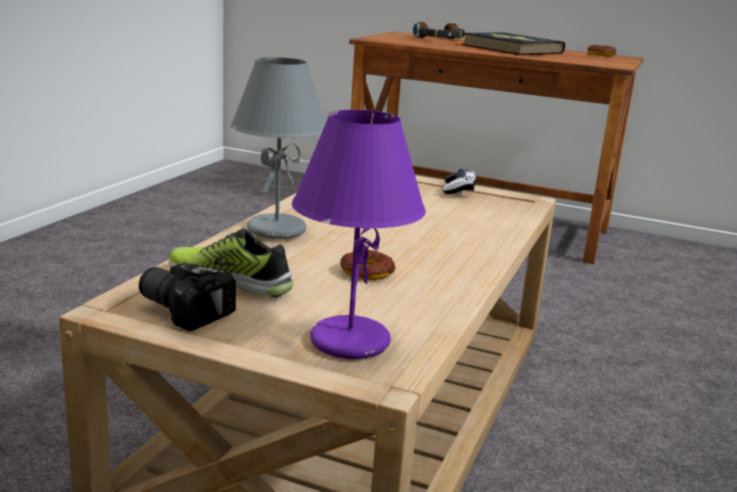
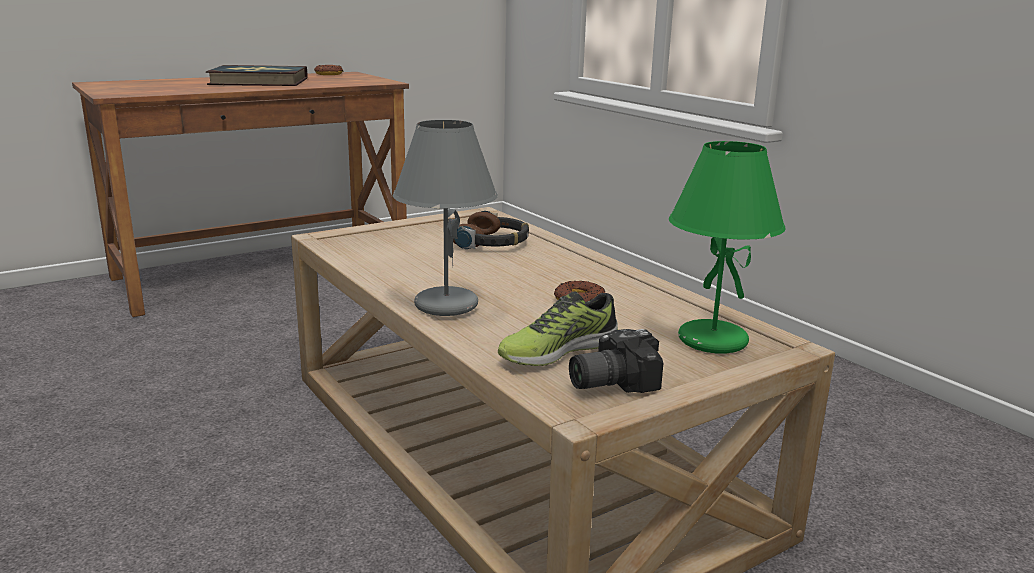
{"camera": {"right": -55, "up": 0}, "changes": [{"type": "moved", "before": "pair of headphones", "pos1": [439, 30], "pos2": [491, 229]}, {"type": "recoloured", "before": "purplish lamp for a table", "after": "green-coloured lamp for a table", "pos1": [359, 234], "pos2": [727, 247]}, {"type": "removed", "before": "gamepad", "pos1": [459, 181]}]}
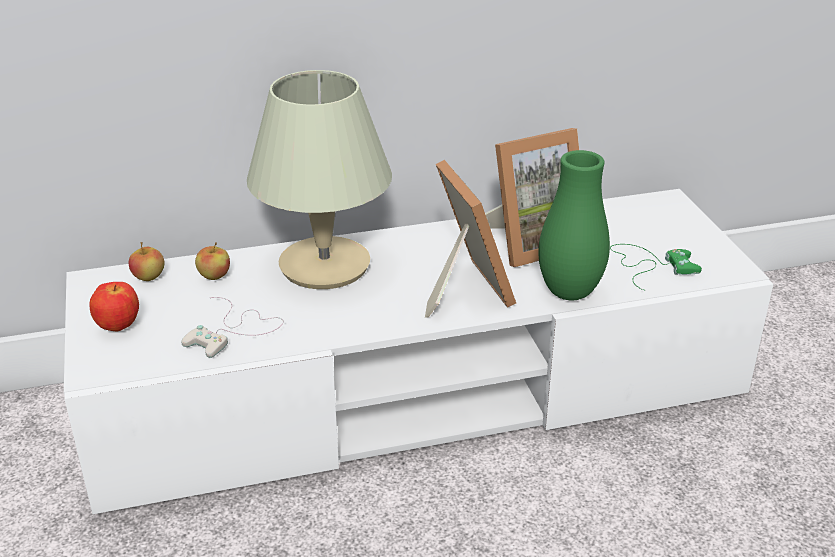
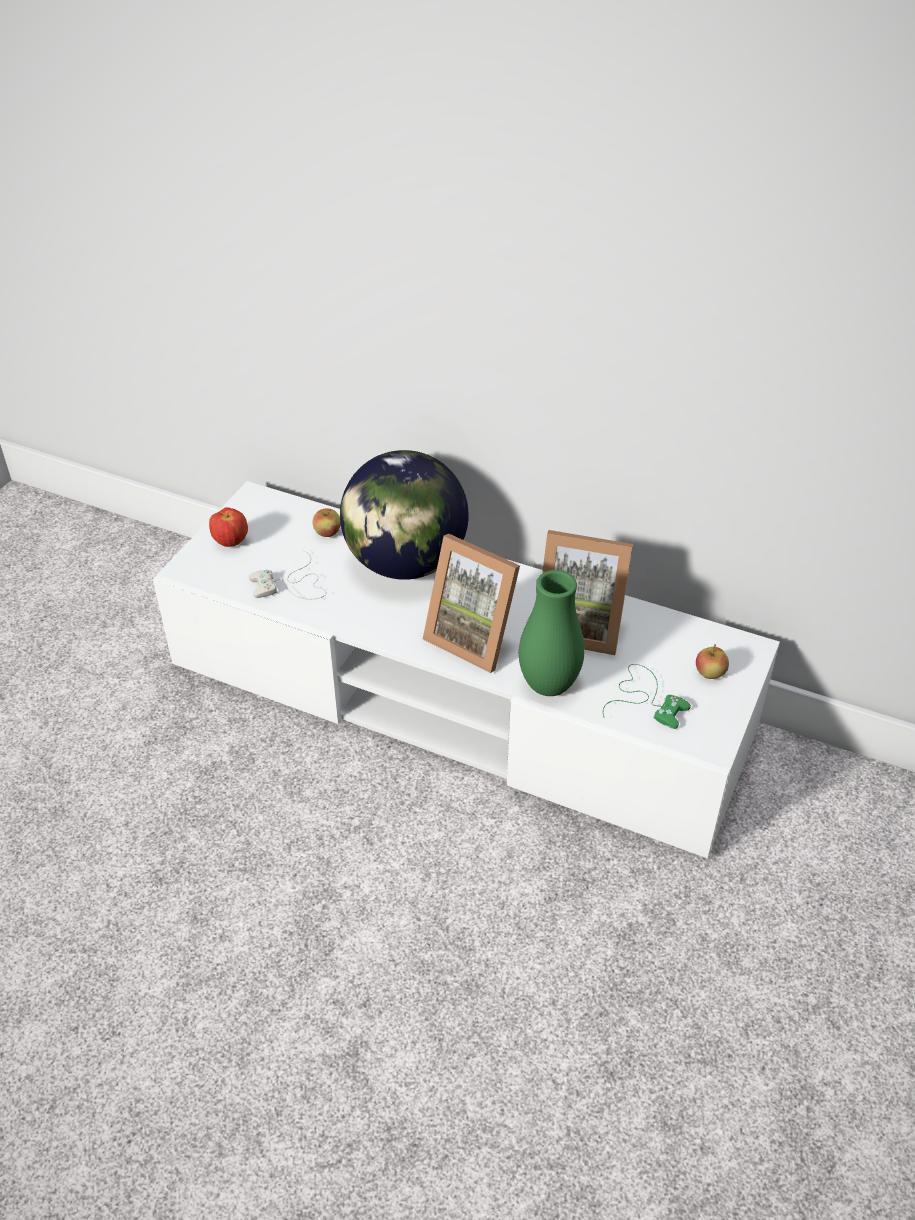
{"camera": {"right": 40, "up": 10}, "changes": [{"type": "replaced", "before": "sand-coloured lamp for a table", "after": "globe", "pos1": [319, 179], "pos2": [404, 515]}, {"type": "turned", "before": "photo frame", "pos1": [470, 238], "pos2": [471, 603], "turn": 105}, {"type": "moved", "before": "apple fruit", "pos1": [147, 261], "pos2": [712, 661]}]}
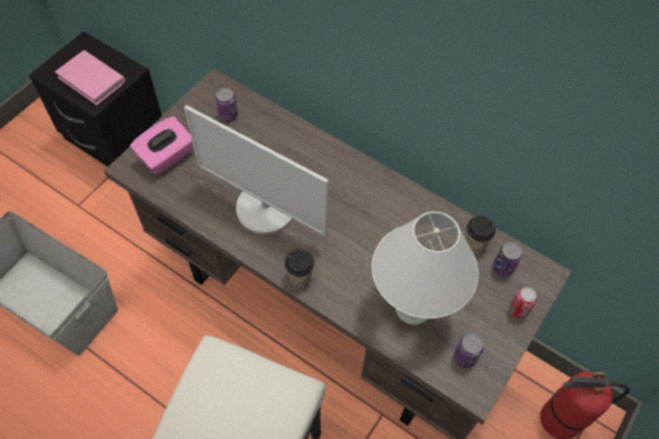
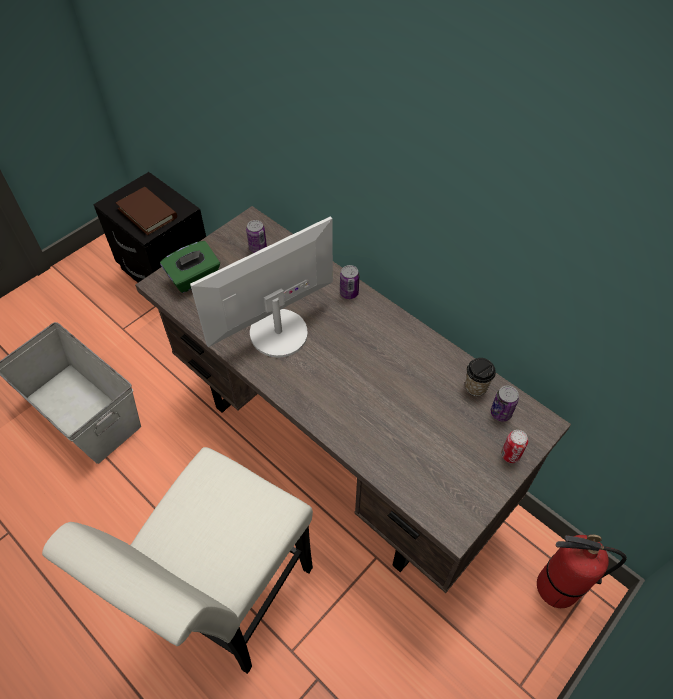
{"camera": {"right": 10, "up": -5}, "changes": [{"type": "recoloured", "before": "pink bound book", "after": "brownish bound book", "pos1": [90, 77], "pos2": [146, 211]}, {"type": "turned", "before": "monitor", "pos1": [256, 170], "pos2": [261, 287], "turn": 105}, {"type": "recoloured", "before": "pink box of tissues", "after": "green-coloured box of tissues", "pos1": [161, 145], "pos2": [190, 267]}, {"type": "removed", "before": "whitish lamp for a table", "pos1": [425, 268]}, {"type": "removed", "before": "drinking cup", "pos1": [300, 268]}, {"type": "moved", "before": "sealed can", "pos1": [468, 351], "pos2": [349, 282]}]}
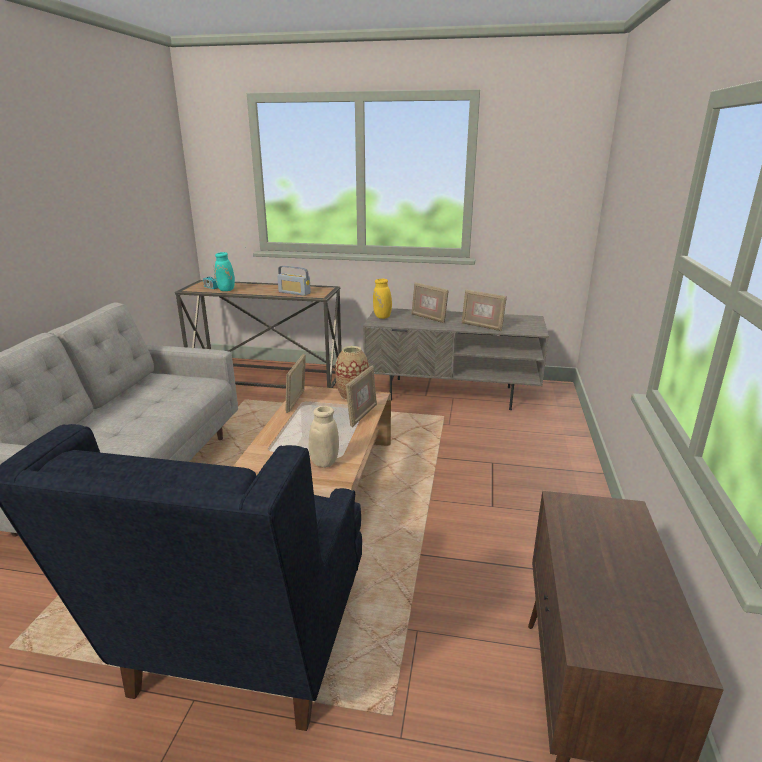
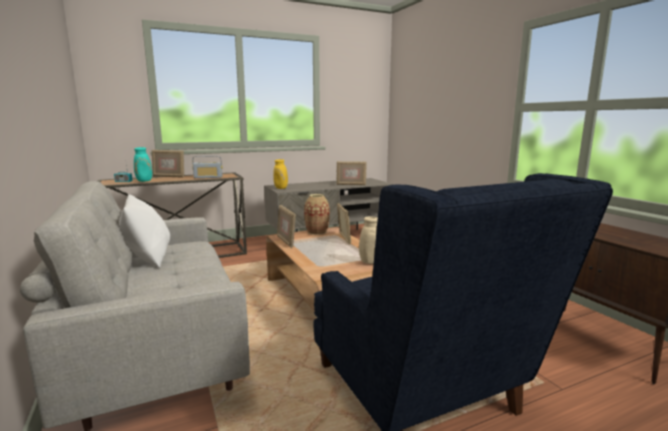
{"camera": {"right": -35, "up": -10}, "changes": [{"type": "moved", "before": "photo frame", "pos1": [430, 302], "pos2": [168, 164]}, {"type": "added", "after": "whitish throw pillow", "pos2": [144, 230]}]}
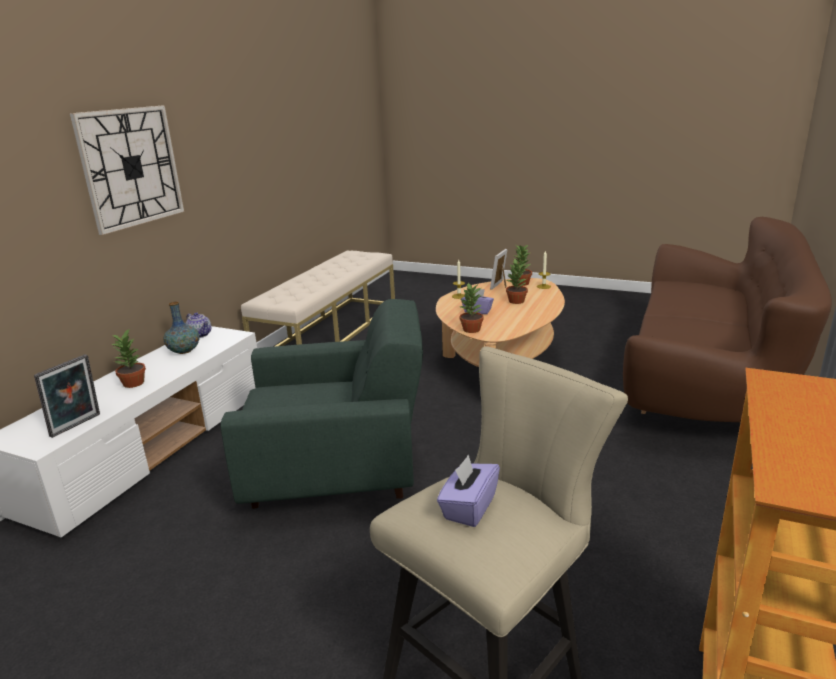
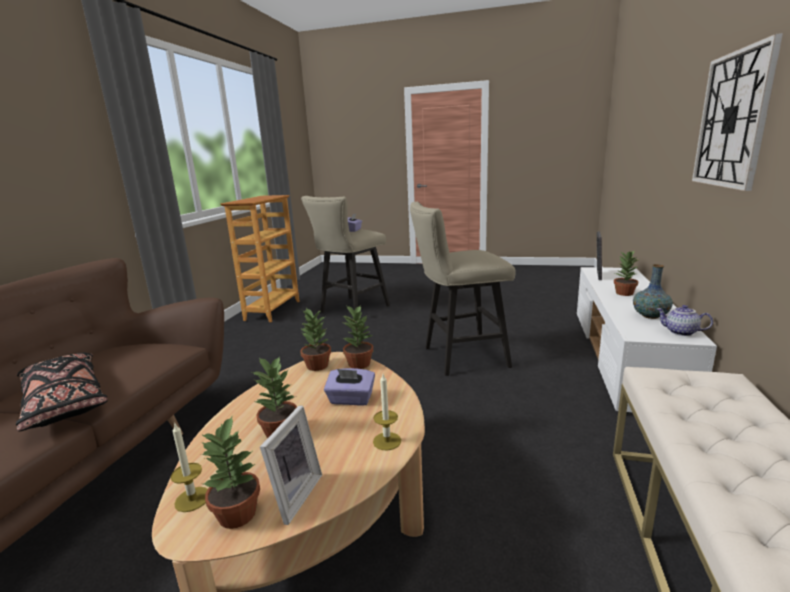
{"camera": {"right": 170, "up": -5}, "changes": [{"type": "replaced", "before": "green-coloured easy chair", "after": "sand-coloured stool seat", "pos1": [321, 404], "pos2": [463, 289]}, {"type": "added", "after": "potted plant", "pos2": [315, 339]}, {"type": "added", "after": "black-coloured throw pillow", "pos2": [62, 392]}]}
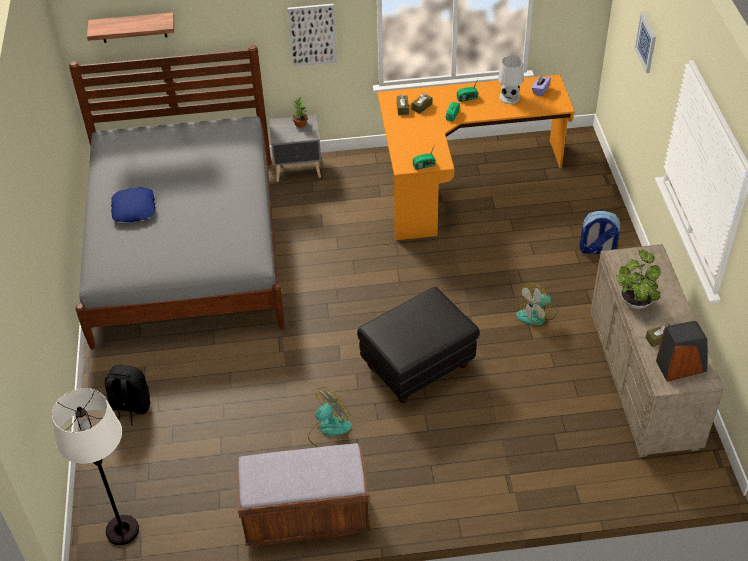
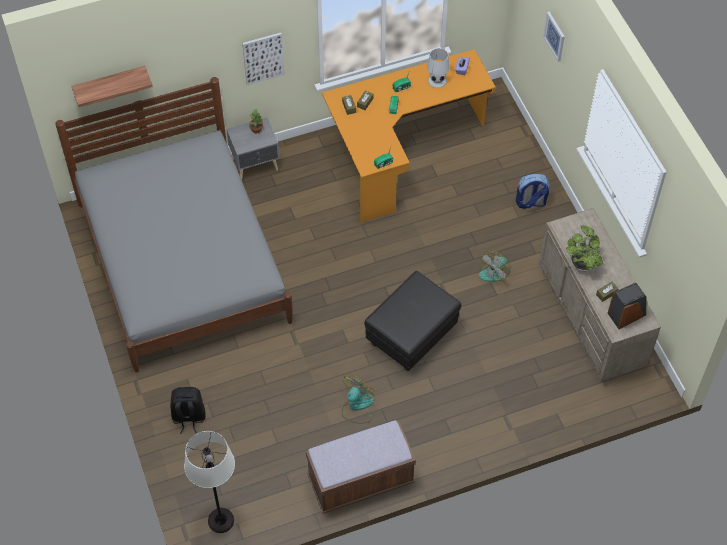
{"camera": {"right": -15, "up": 10}, "changes": [{"type": "removed", "before": "blue-coloured throw pillow", "pos1": [133, 205]}]}
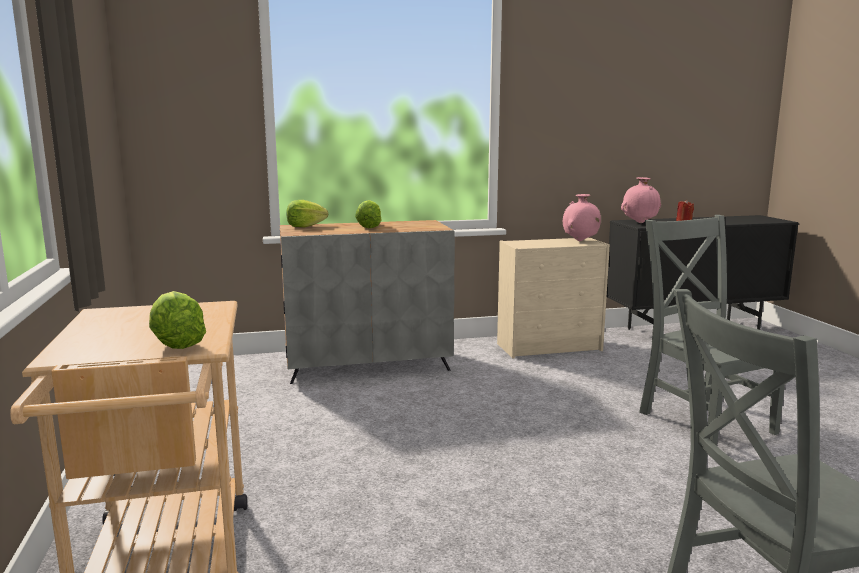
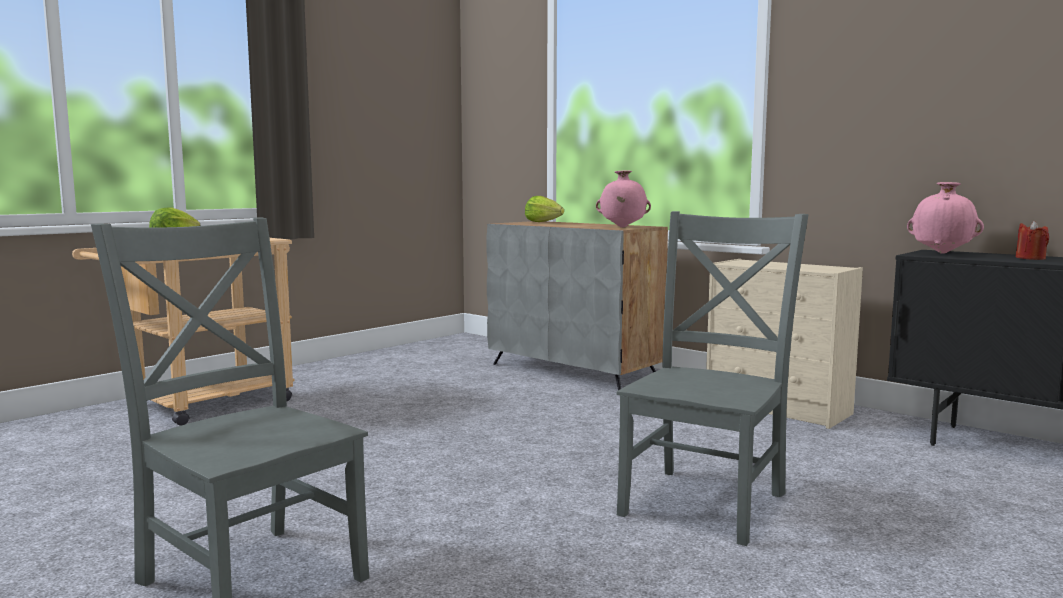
{"camera": {"right": 55, "up": -5}, "changes": [{"type": "moved", "before": "pink flower vase", "pos1": [582, 217], "pos2": [623, 199]}, {"type": "removed", "before": "head of lettuce", "pos1": [368, 214]}]}
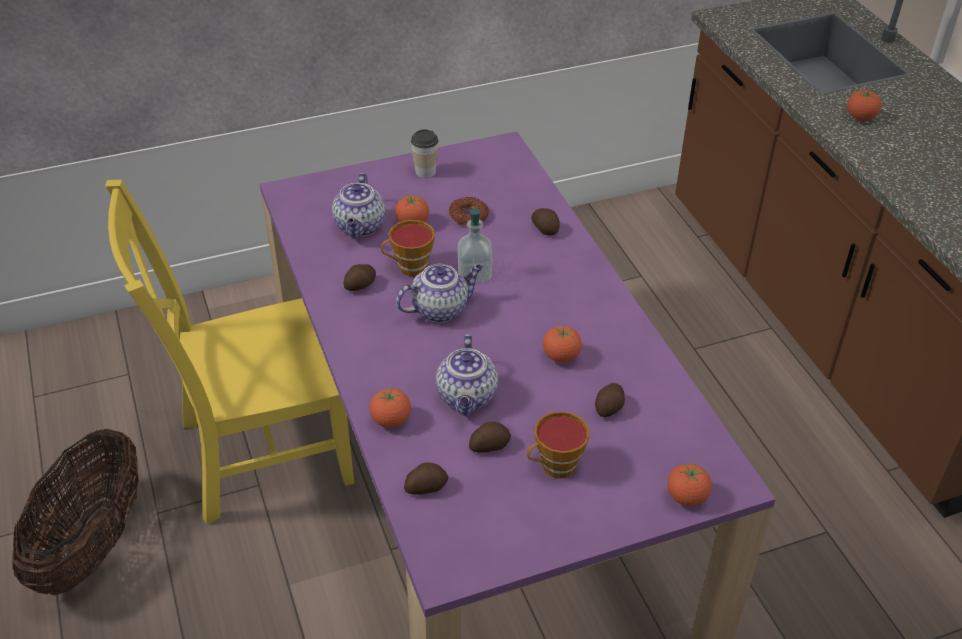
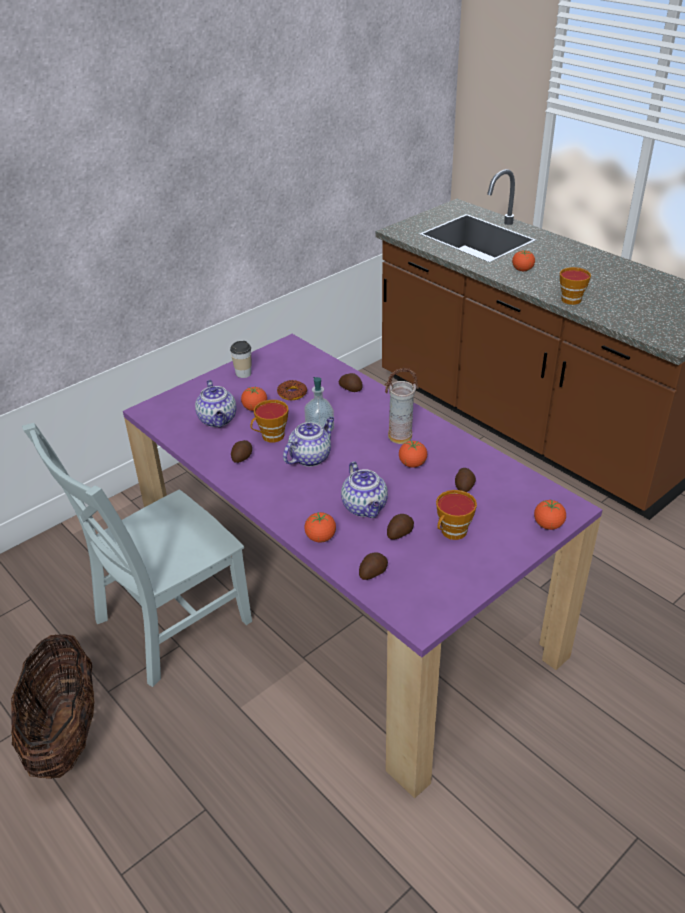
{"camera": {"right": -20, "up": -5}, "changes": [{"type": "recoloured", "before": "yellow plain chair", "after": "gray plain chair", "pos1": [229, 352], "pos2": [137, 555]}, {"type": "added", "after": "drinking cup", "pos2": [575, 286]}, {"type": "added", "after": "flower vase", "pos2": [402, 406]}]}
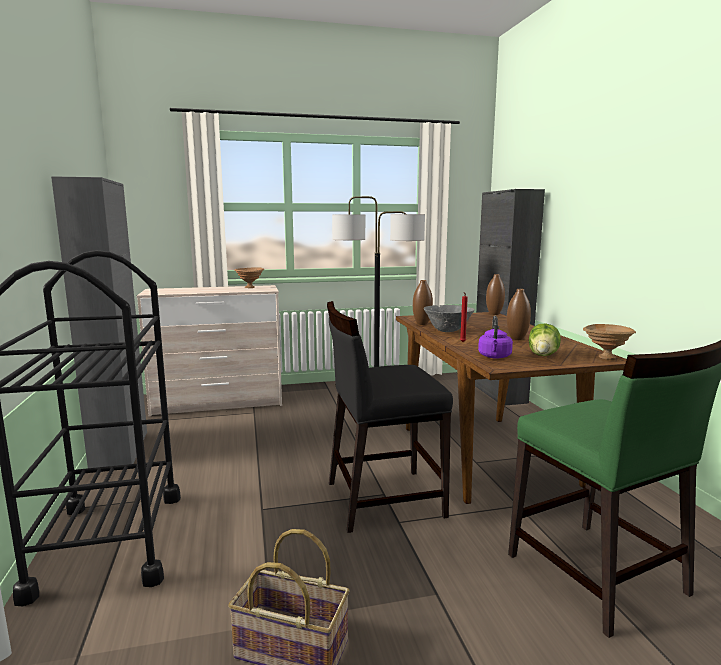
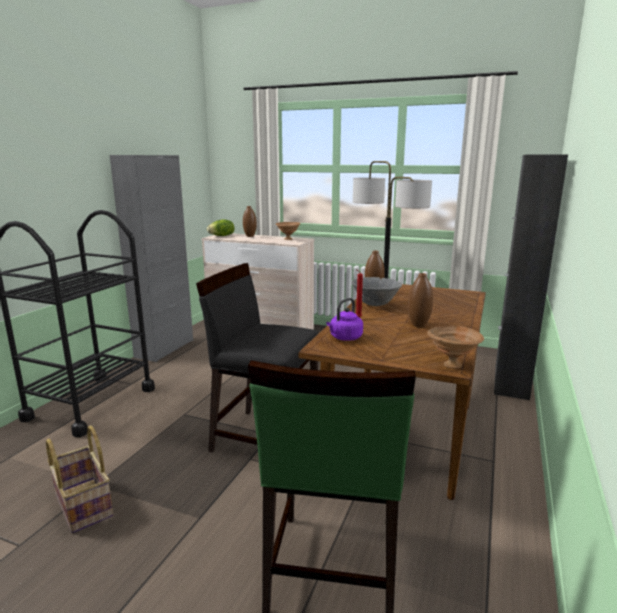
{"camera": {"right": 35, "up": 5}, "changes": [{"type": "moved", "before": "brownish flower vase", "pos1": [495, 294], "pos2": [250, 221]}, {"type": "moved", "before": "head of lettuce", "pos1": [545, 339], "pos2": [220, 228]}]}
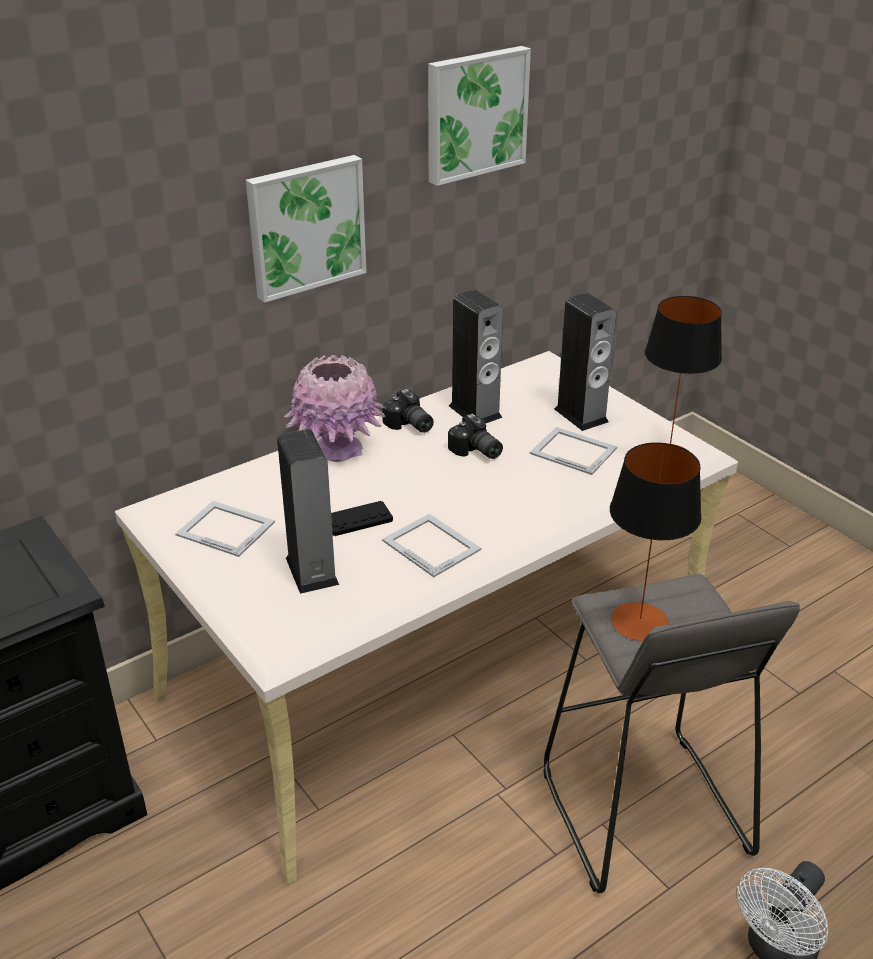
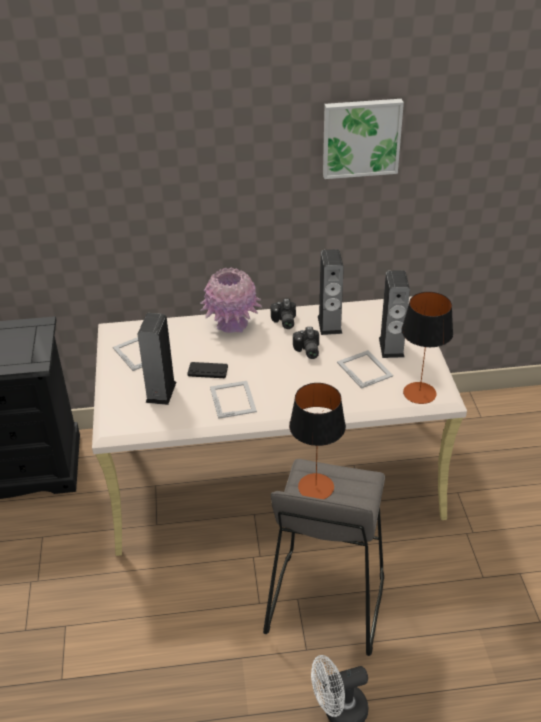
{"camera": {"right": 30, "up": 5}, "changes": [{"type": "removed", "before": "wall picture", "pos1": [306, 229]}]}
